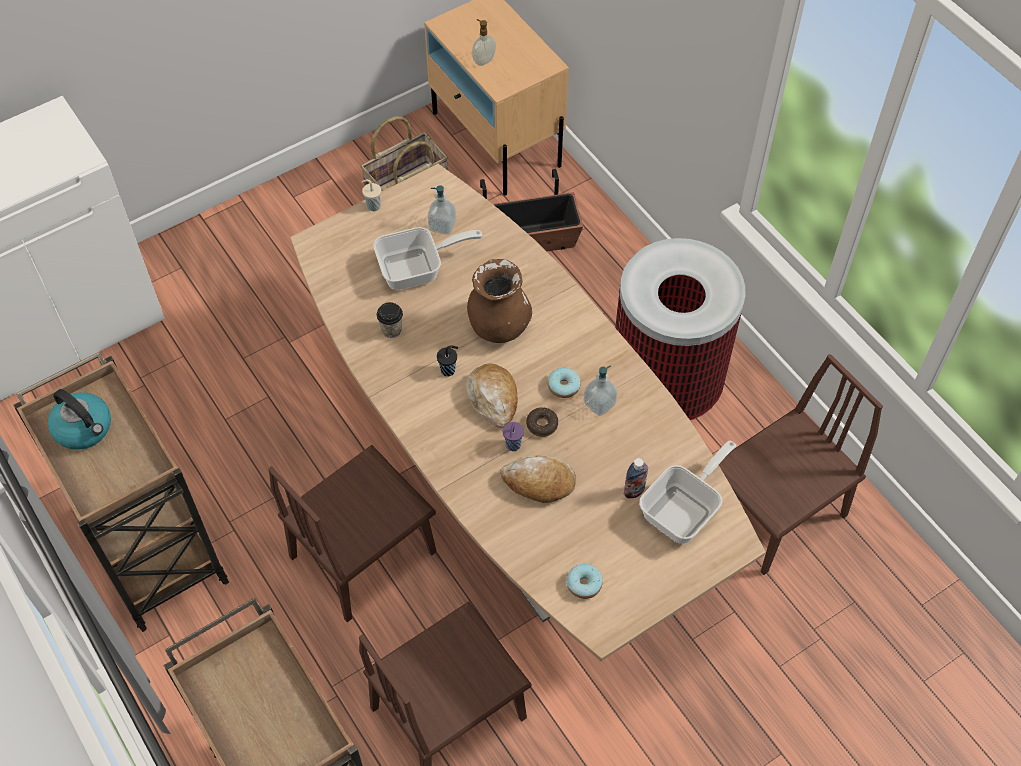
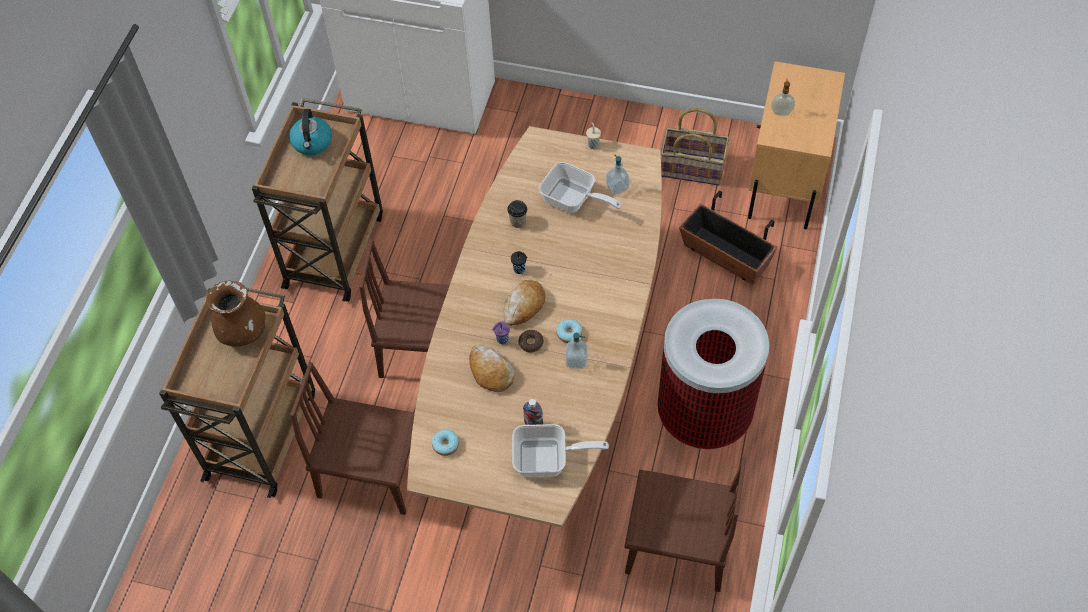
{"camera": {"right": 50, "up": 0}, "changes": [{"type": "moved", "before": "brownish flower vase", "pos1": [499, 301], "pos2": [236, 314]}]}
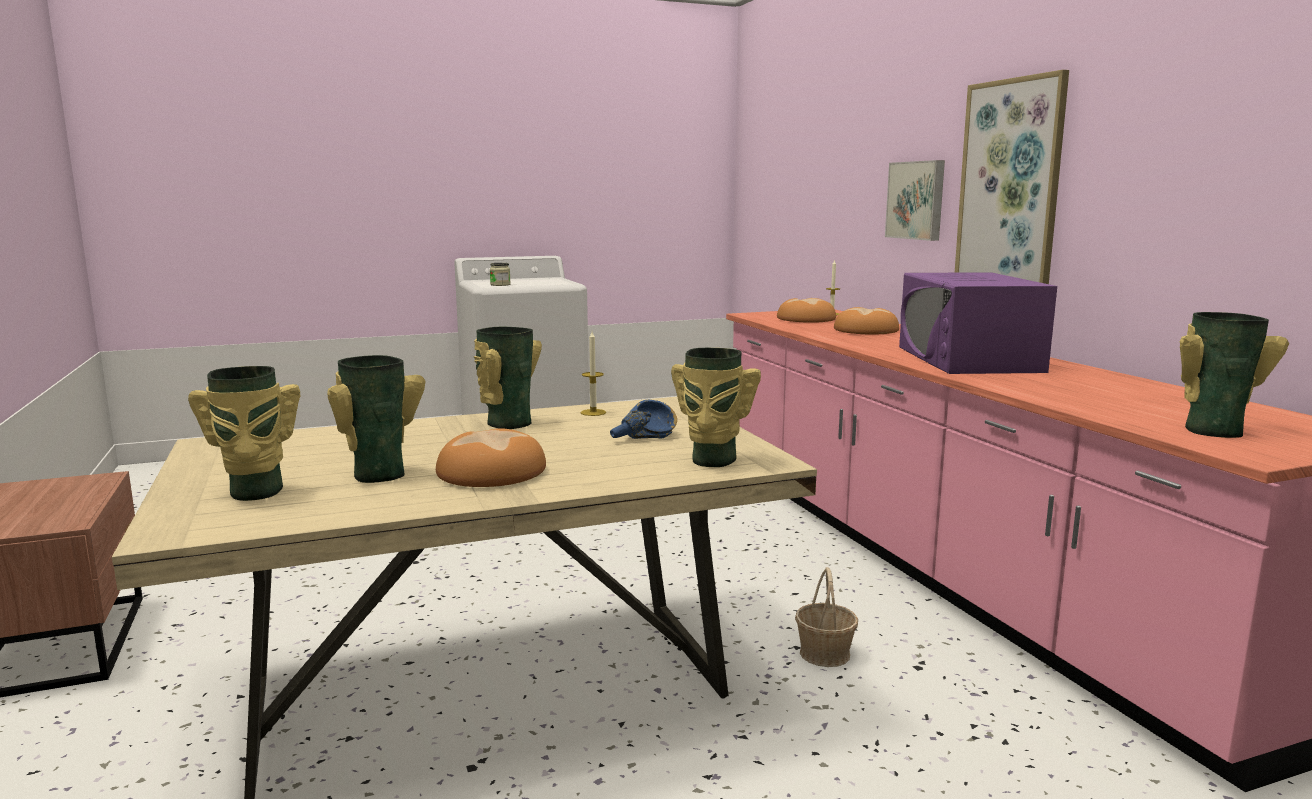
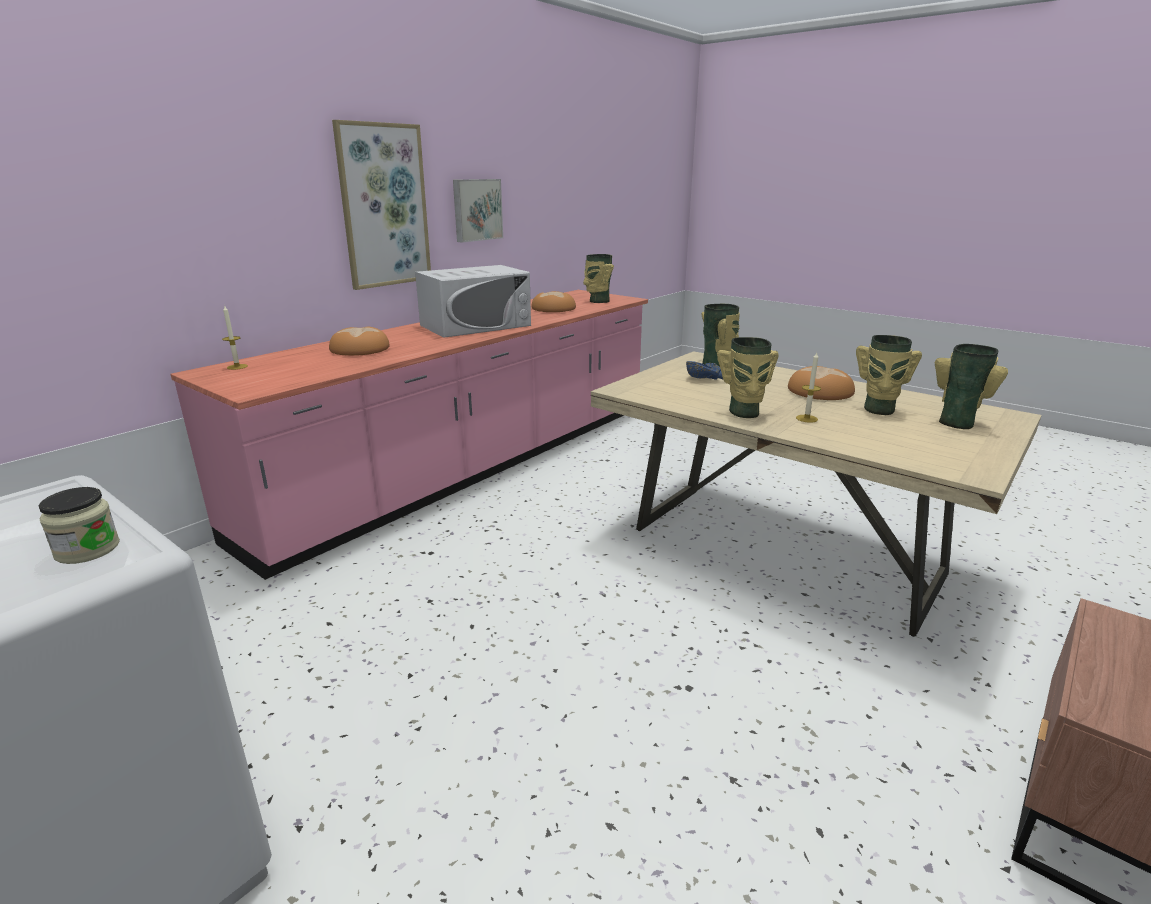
{"camera": {"right": -120, "up": 10}, "changes": [{"type": "moved", "before": "wall picture", "pos1": [915, 200], "pos2": [478, 210]}, {"type": "recoloured", "before": "purplish microwave", "after": "whitish microwave", "pos1": [978, 323], "pos2": [473, 301]}, {"type": "moved", "before": "baked bread", "pos1": [806, 310], "pos2": [553, 301]}, {"type": "moved", "before": "wax candle", "pos1": [593, 373], "pos2": [808, 388]}, {"type": "removed", "before": "storage basket", "pos1": [826, 617]}]}
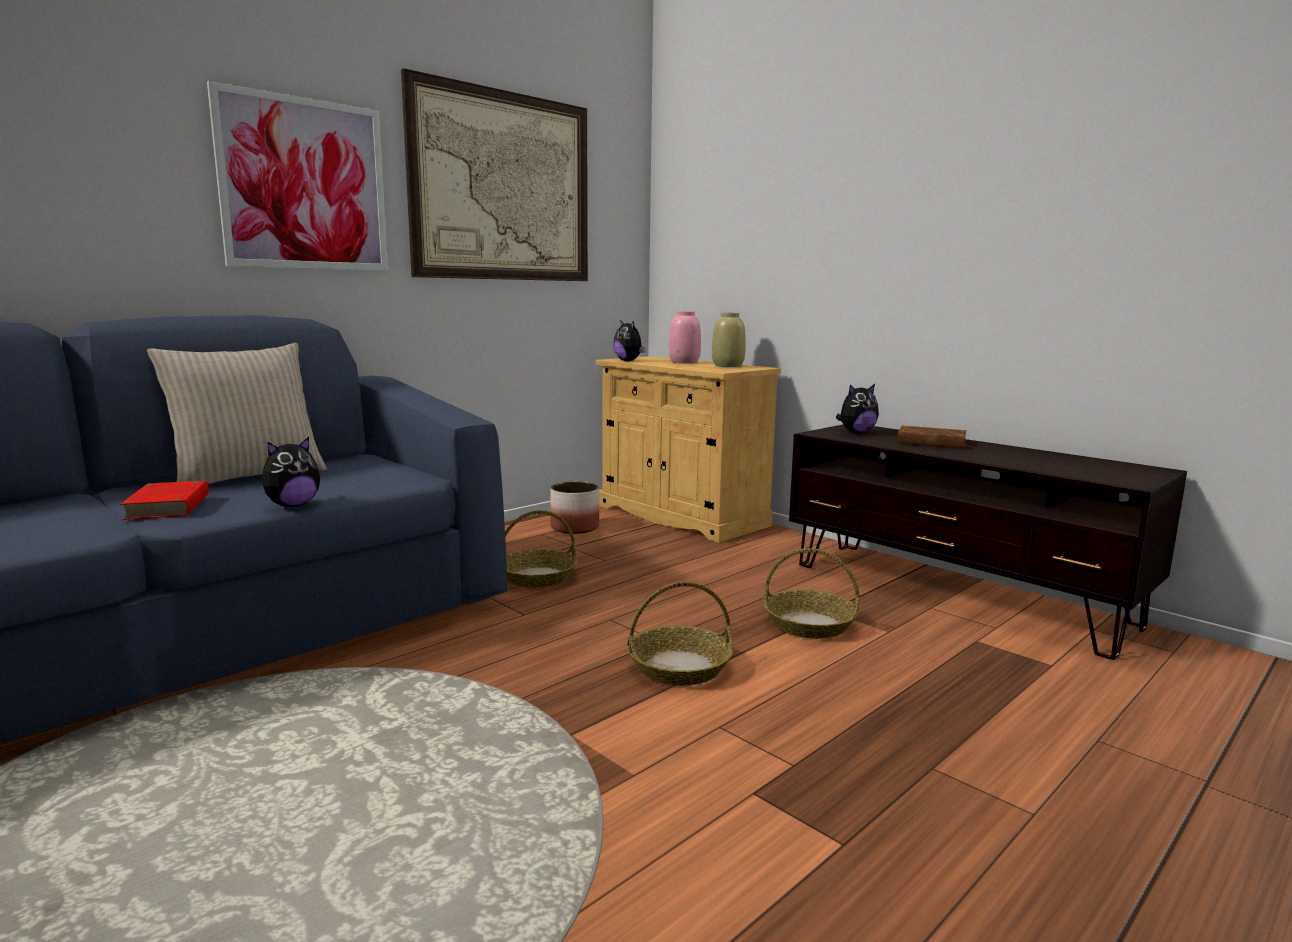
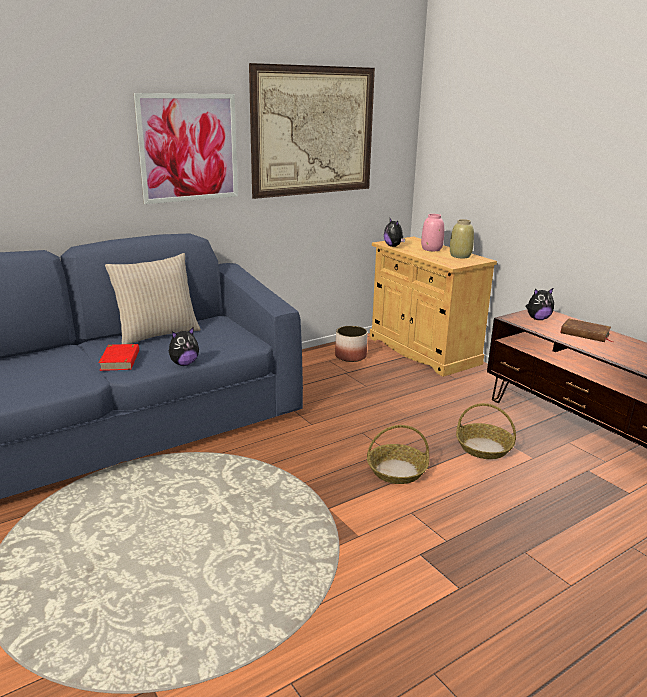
{"camera": {"right": 10, "up": 10}, "changes": [{"type": "removed", "before": "storage basket", "pos1": [541, 549]}]}
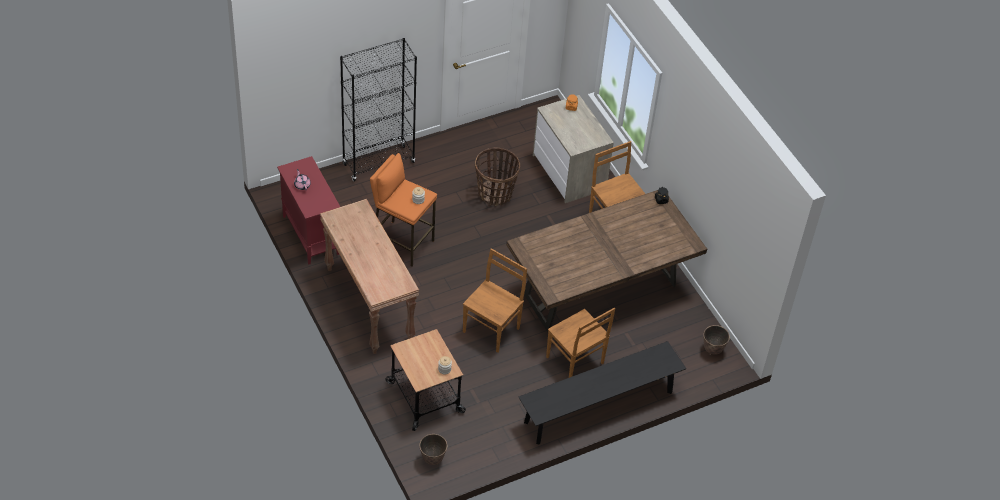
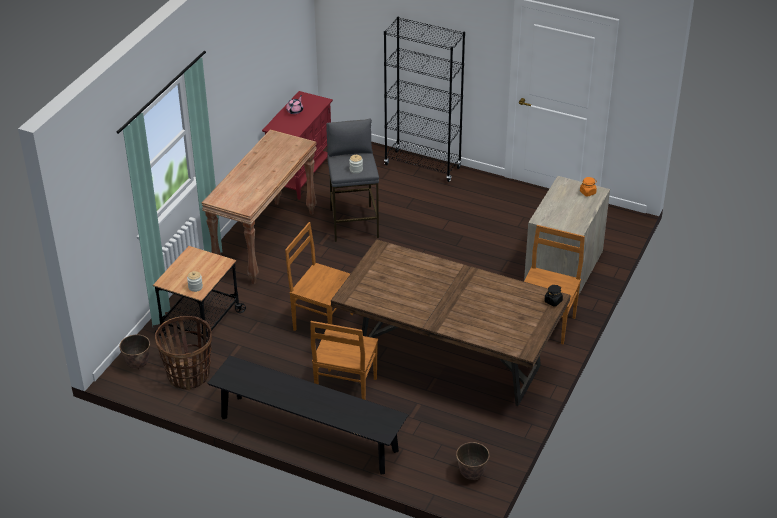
{"camera": {"right": 55, "up": -10}, "changes": [{"type": "moved", "before": "storage basket", "pos1": [497, 176], "pos2": [183, 353]}, {"type": "recoloured", "before": "orange-coloured stool seat", "after": "gray stool seat", "pos1": [403, 210], "pos2": [352, 180]}, {"type": "turned", "before": "brownish plain chair", "pos1": [495, 300], "pos2": [319, 276], "turn": -150}]}
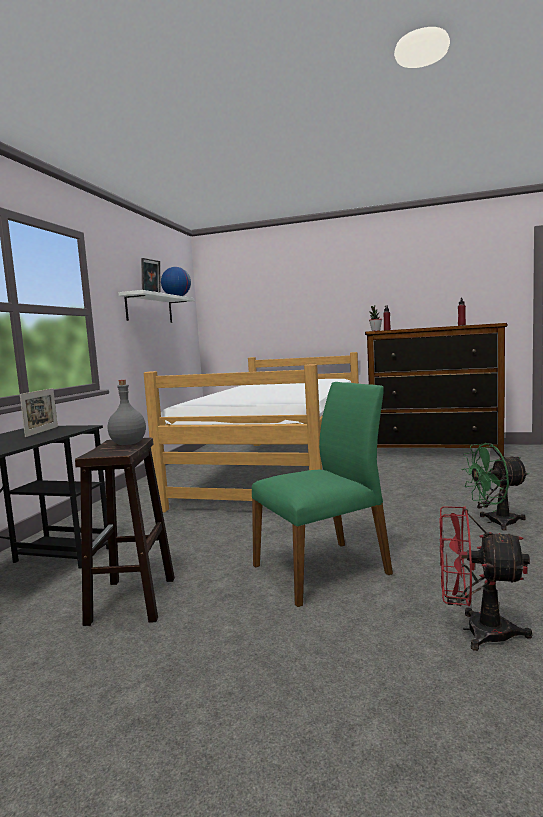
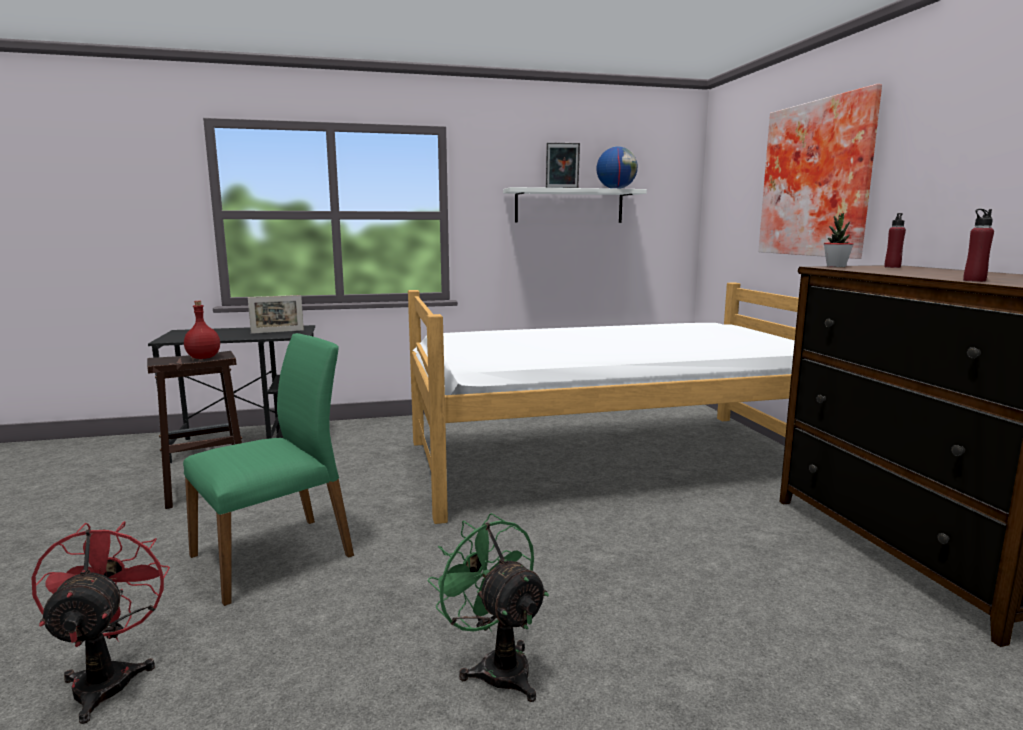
{"camera": {"right": 60, "up": 5}, "changes": [{"type": "recoloured", "before": "gray beverage bottle", "after": "red beverage bottle", "pos1": [127, 412], "pos2": [202, 330]}, {"type": "turned", "before": "green-coloured plain chair", "pos1": [322, 494], "pos2": [268, 469], "turn": -75}, {"type": "added", "after": "wall picture", "pos2": [820, 171]}]}
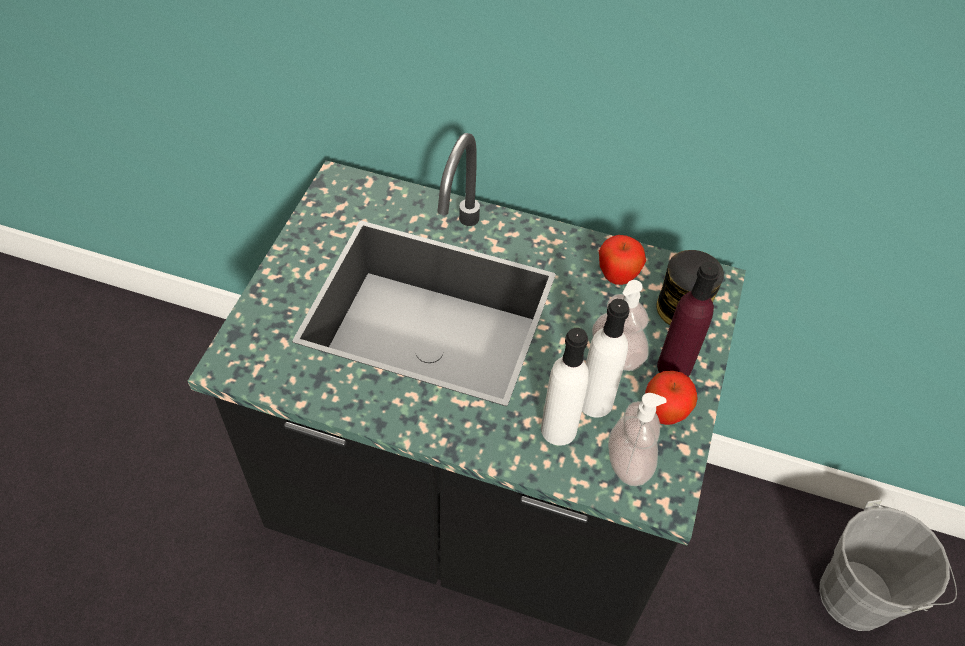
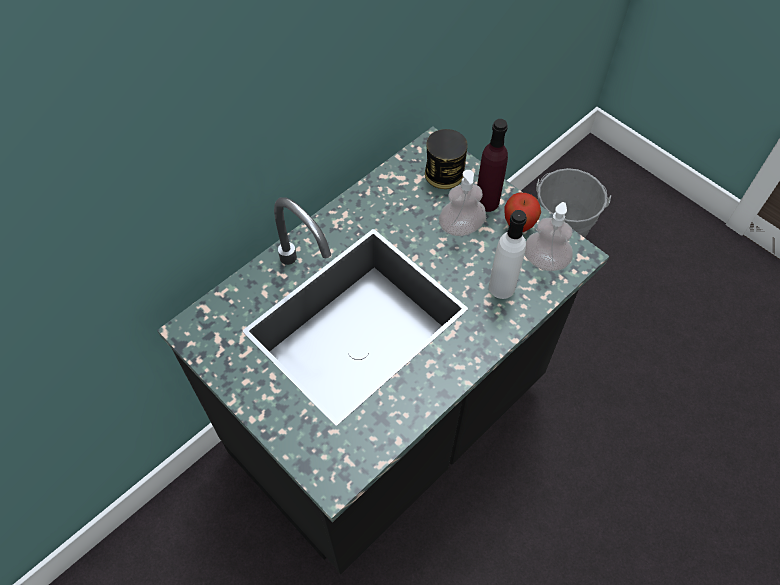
{"camera": {"right": -60, "up": 5}, "changes": [{"type": "removed", "before": "apple fruit", "pos1": [622, 260]}, {"type": "removed", "before": "whitish beverage bottle", "pos1": [606, 358]}]}
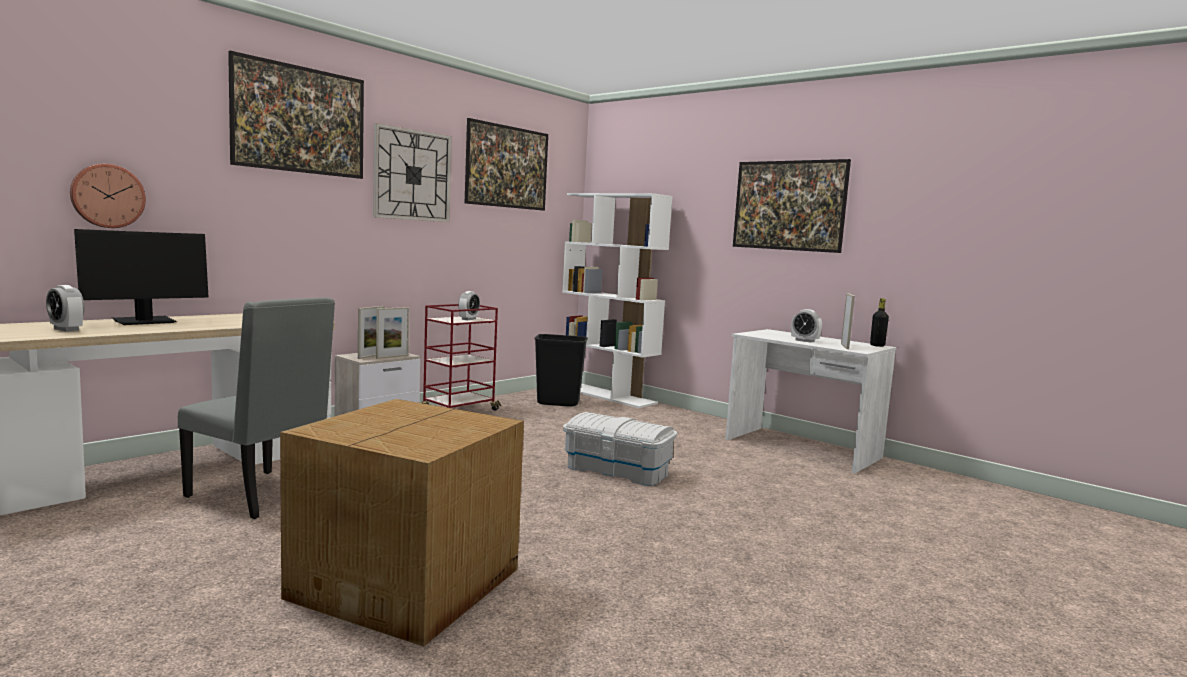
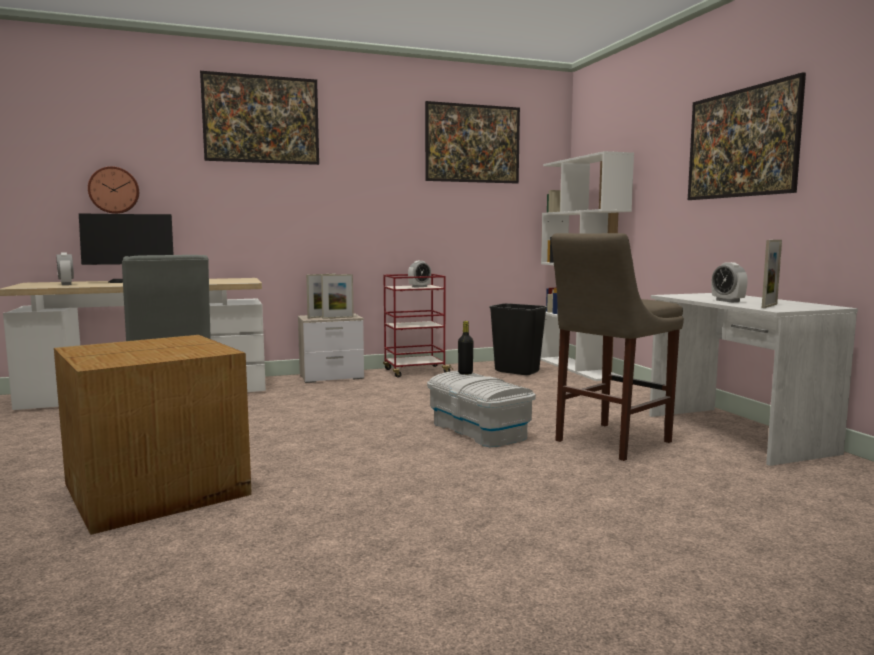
{"camera": {"right": 30, "up": 0}, "changes": [{"type": "removed", "before": "hanging clock", "pos1": [412, 172]}, {"type": "moved", "before": "black-coloured beverage bottle", "pos1": [879, 322], "pos2": [466, 348]}, {"type": "added", "after": "sand-coloured stool seat", "pos2": [617, 347]}]}
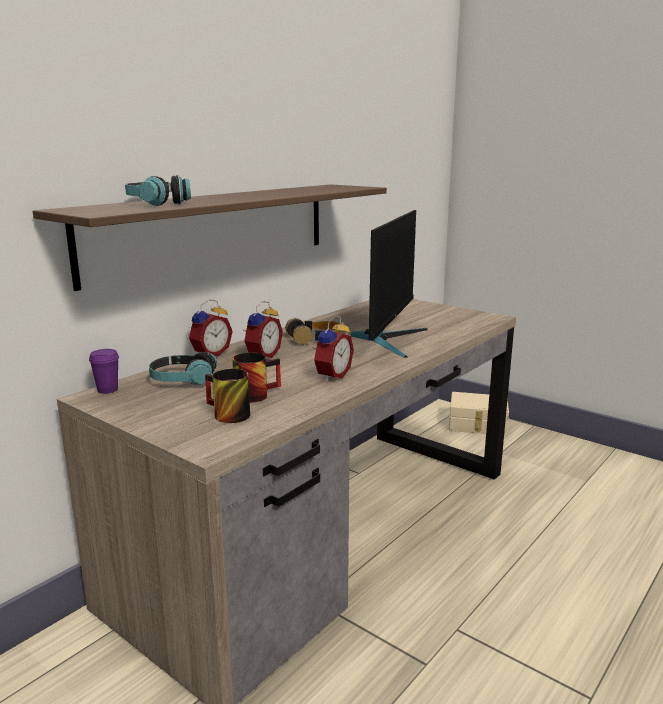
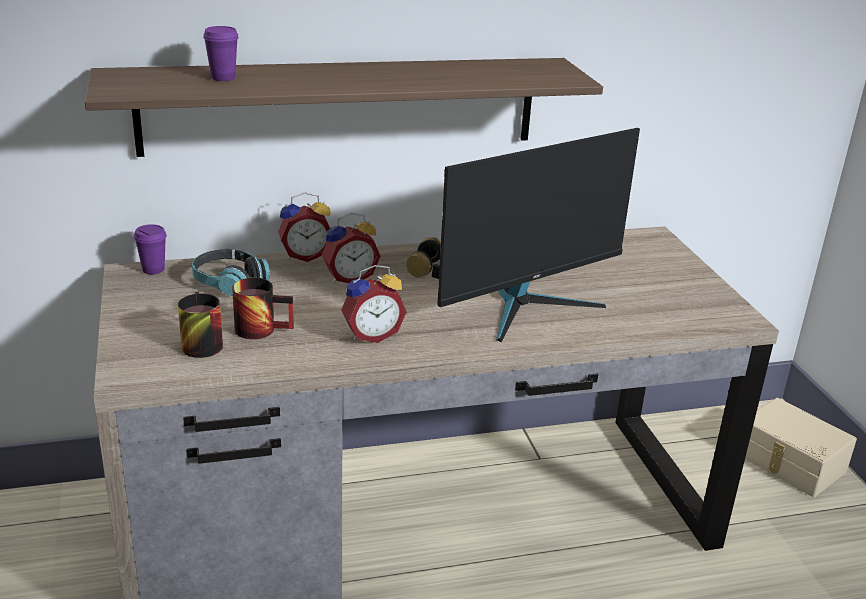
{"camera": {"right": 35, "up": 10}, "changes": [{"type": "replaced", "before": "pair of headphones", "after": "purplish drinking cup", "pos1": [158, 190], "pos2": [221, 53]}]}
